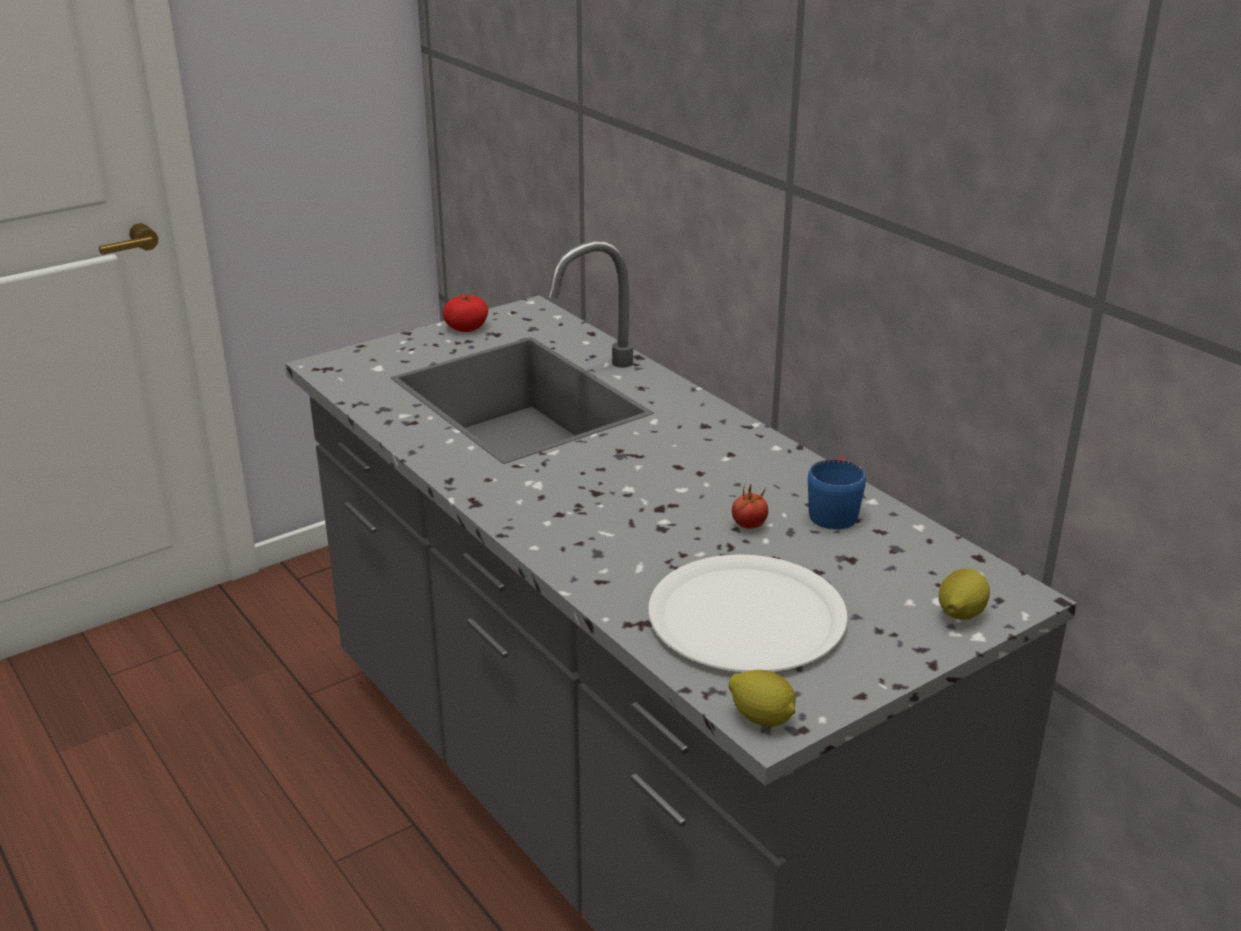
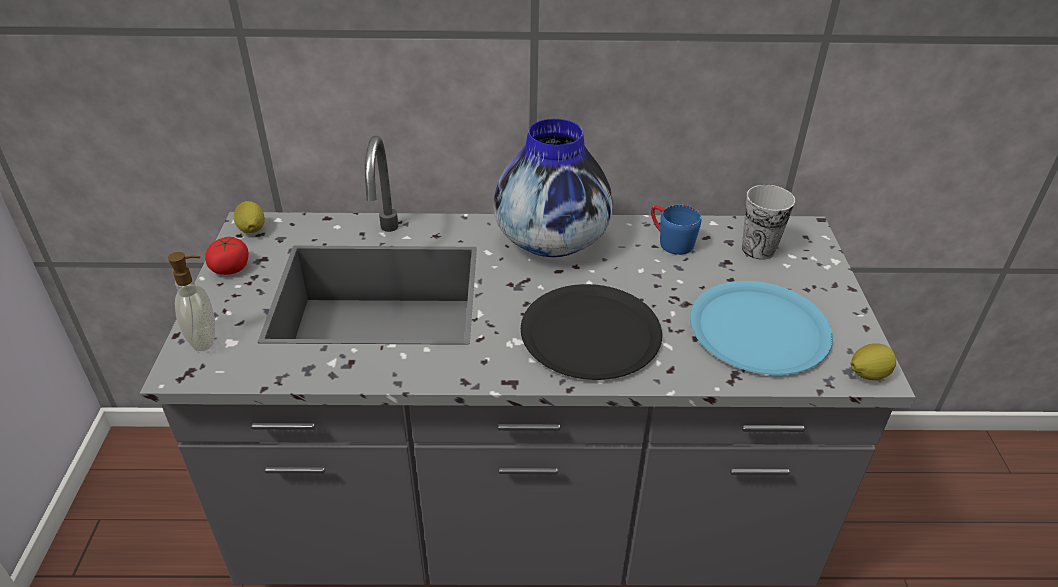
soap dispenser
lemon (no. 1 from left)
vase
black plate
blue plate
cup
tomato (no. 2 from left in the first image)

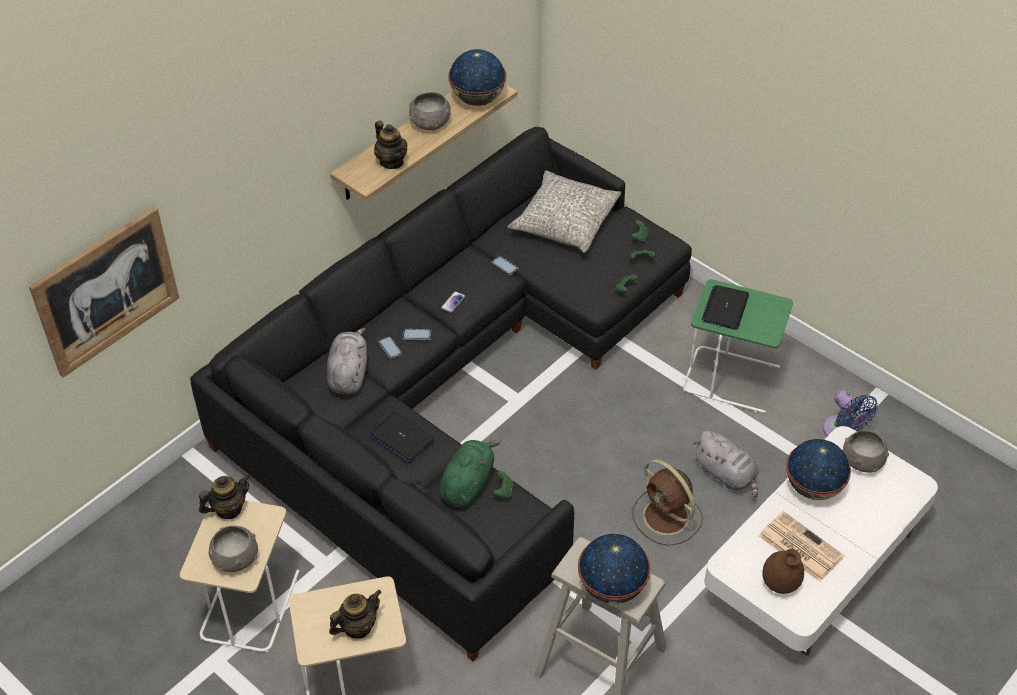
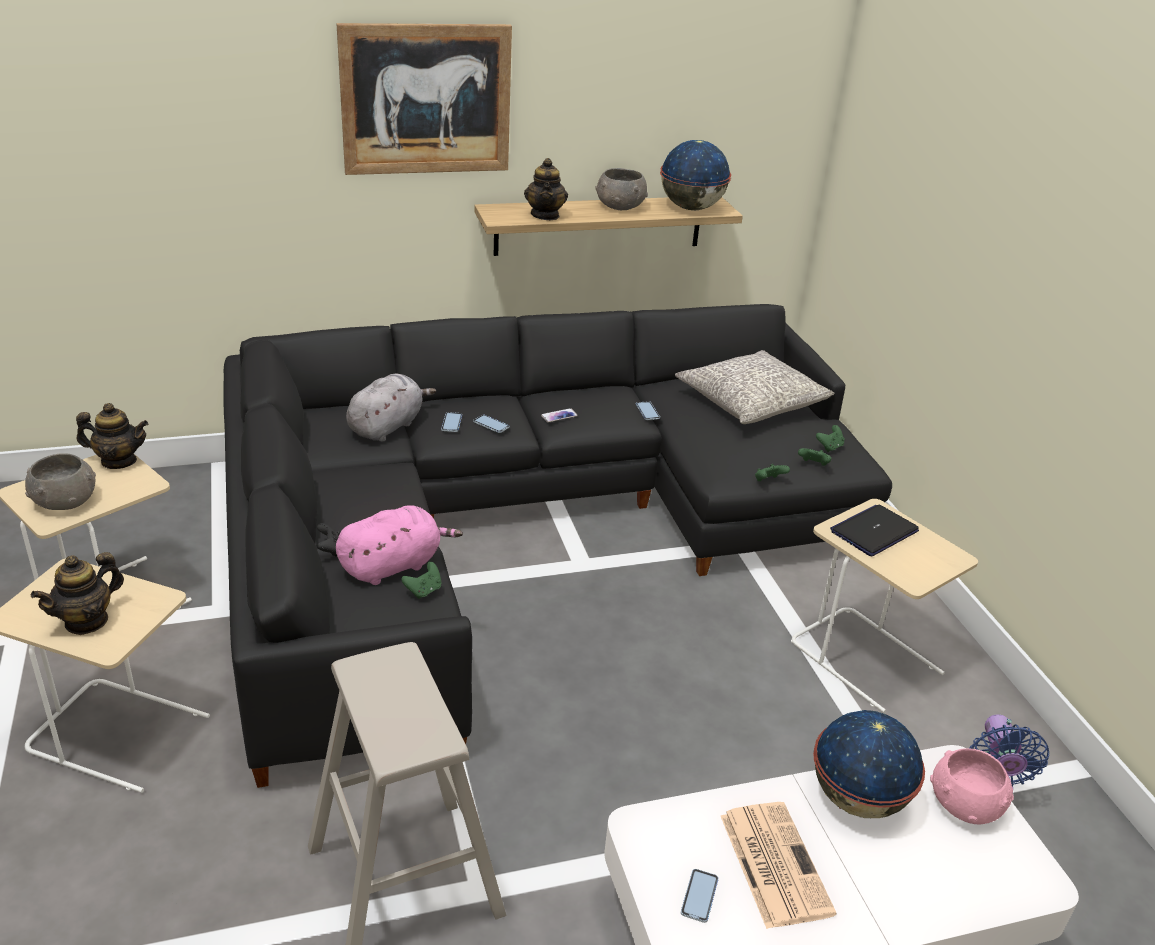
teapot (no. 1 from left)
picture
pink plush toy
phone (no. 5 from left)
beige side table (no. 3 from left)
pink bowl
laptop (no. 1 from left in the first image)
globe (no. 2 from left in the first image)
brown fan
grey plush toy (no. 2 from left in the first image)

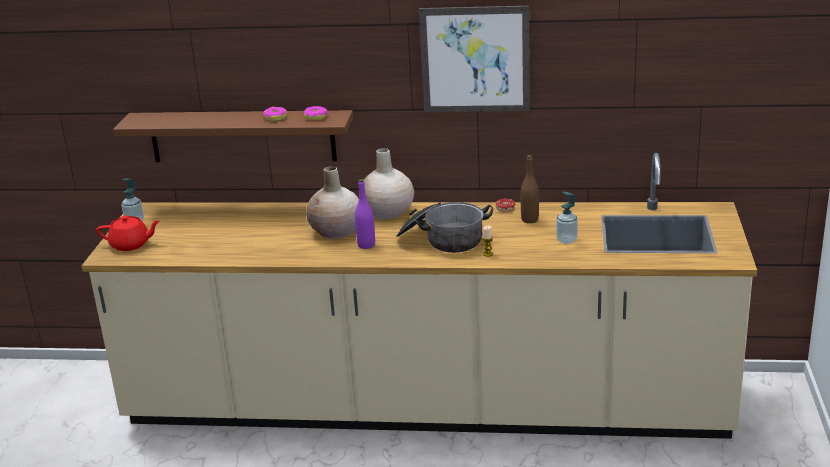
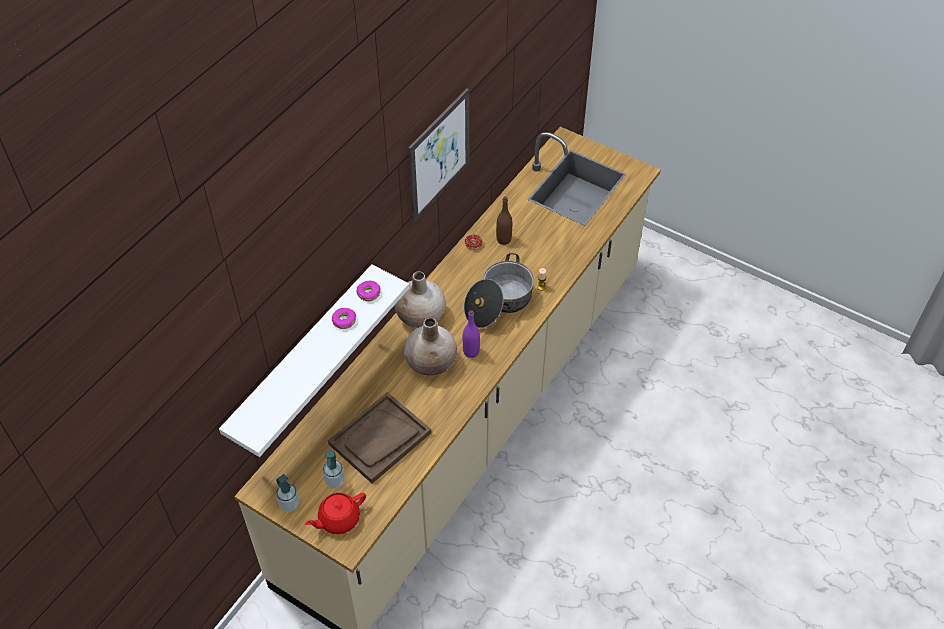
white shelf
red teapot
soap dispenser (no. 2 from left)
brown tray

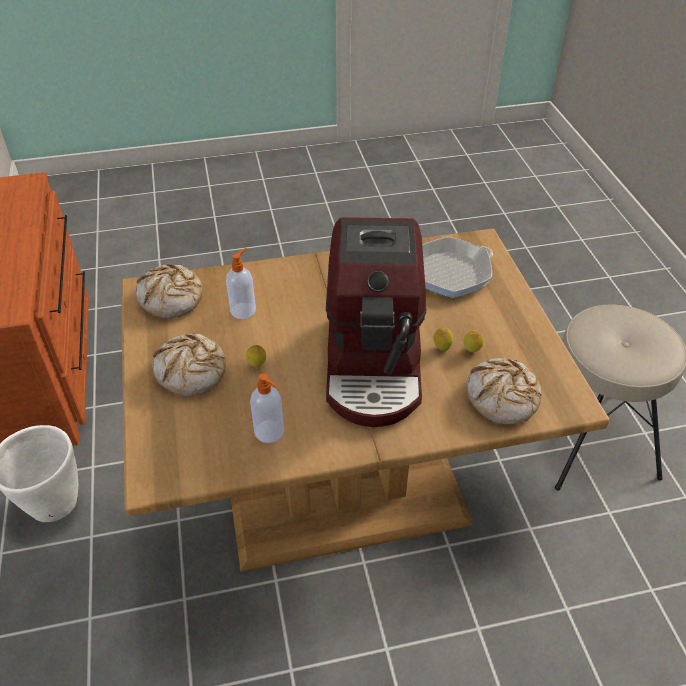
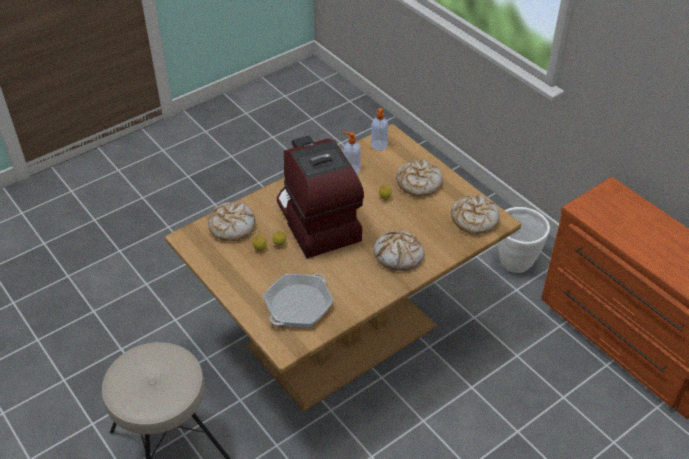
soap dispenser (no. 2 from left)
bread (no. 2 from left)

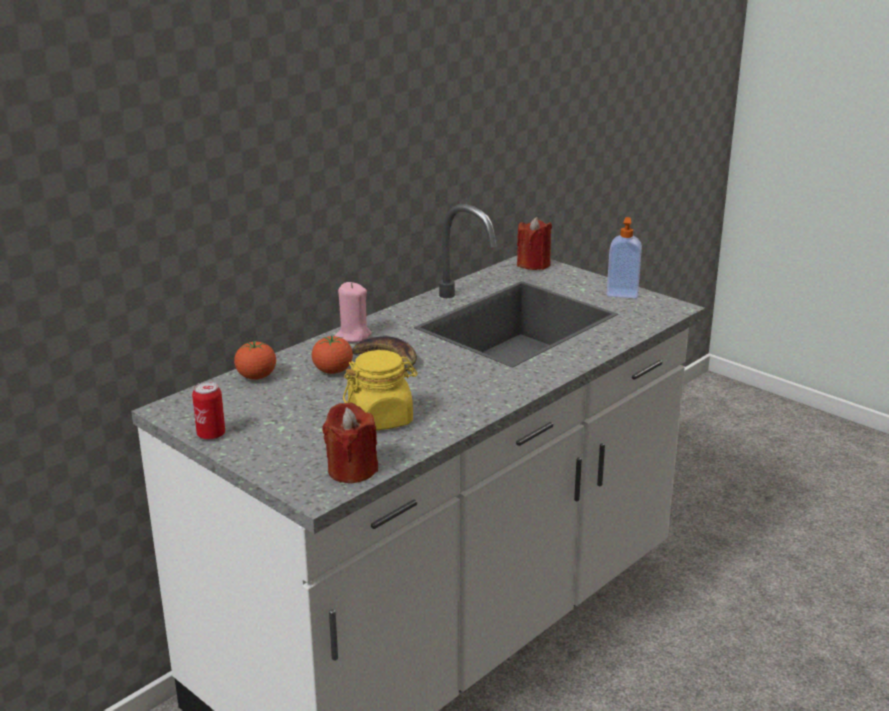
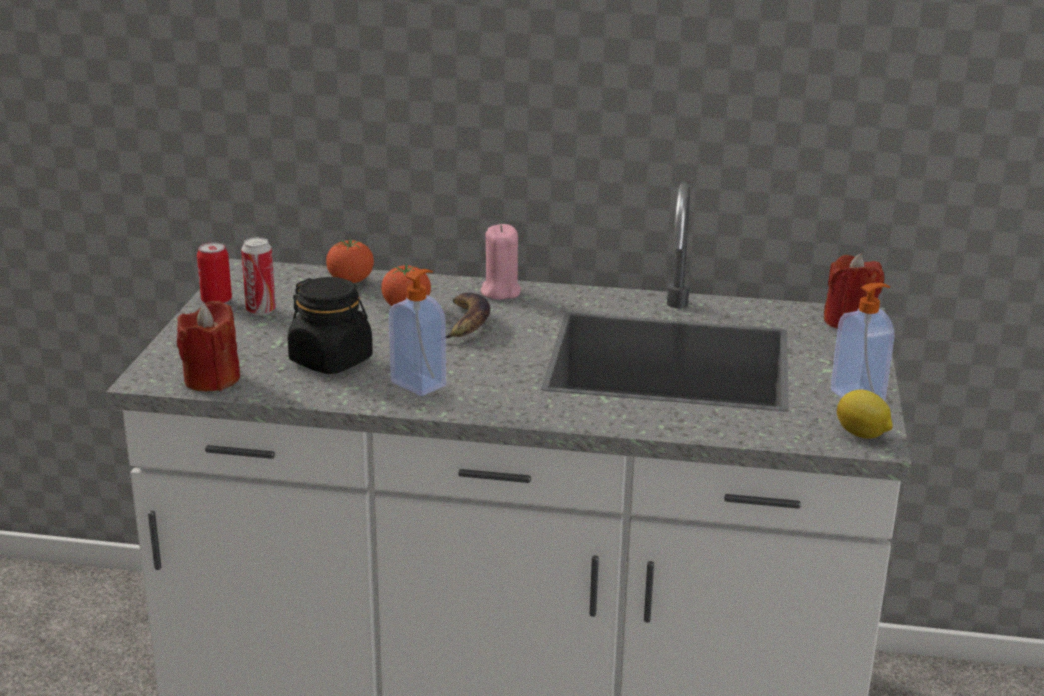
can (no. 2 from left)
black jar
soap dispenser (no. 1 from left)
lemon

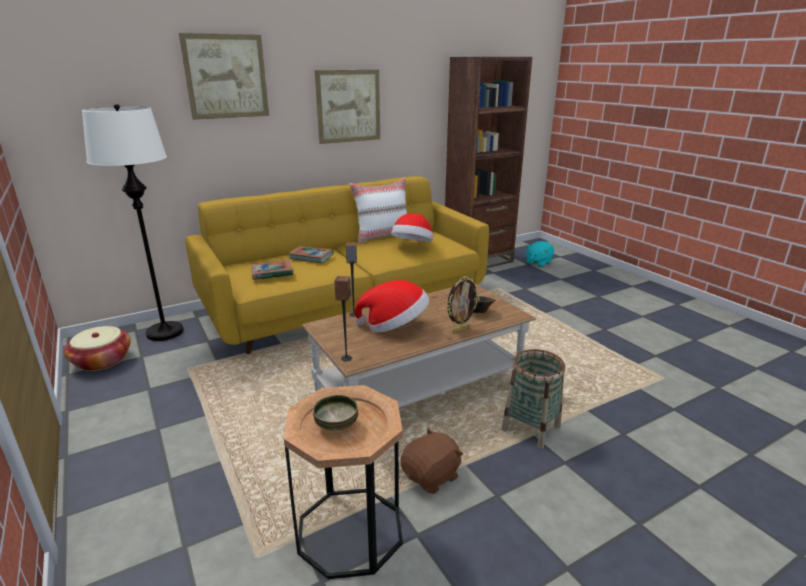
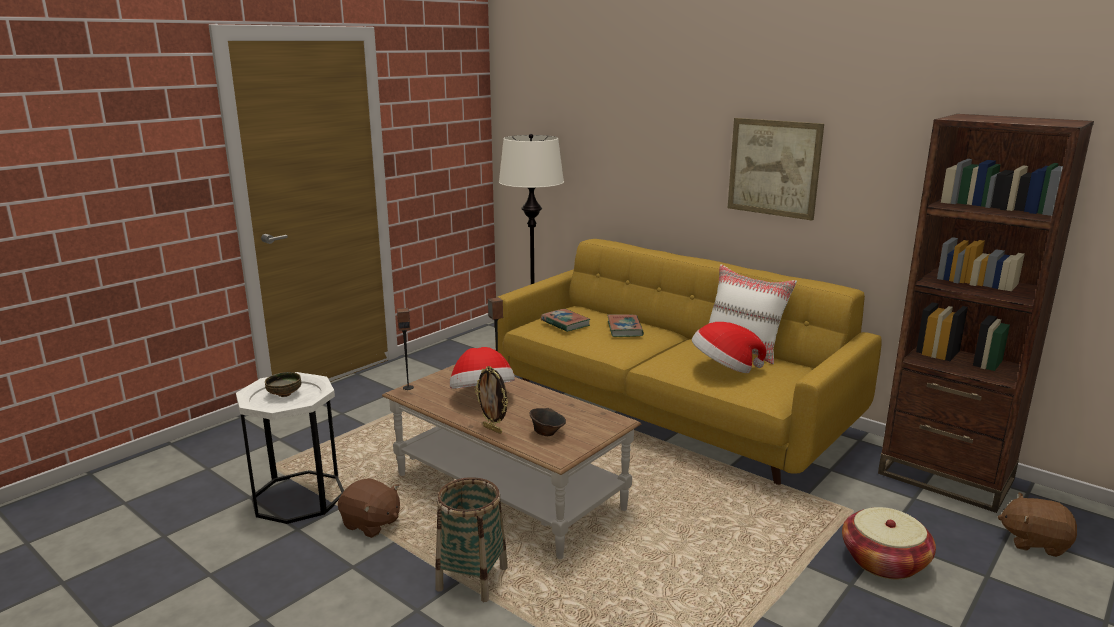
white side table
basket (no. 2 from left)
brown plush toy (no. 2 from left)
picture (no. 1 from left in the first image)

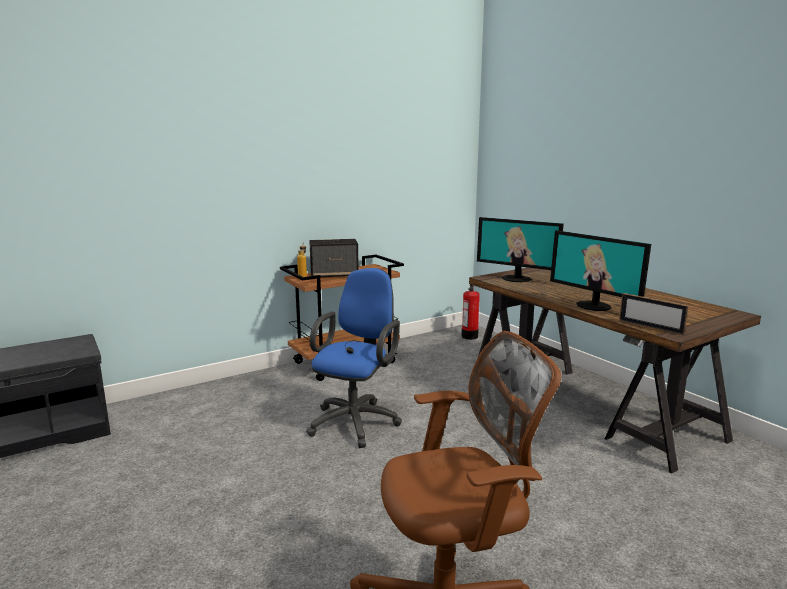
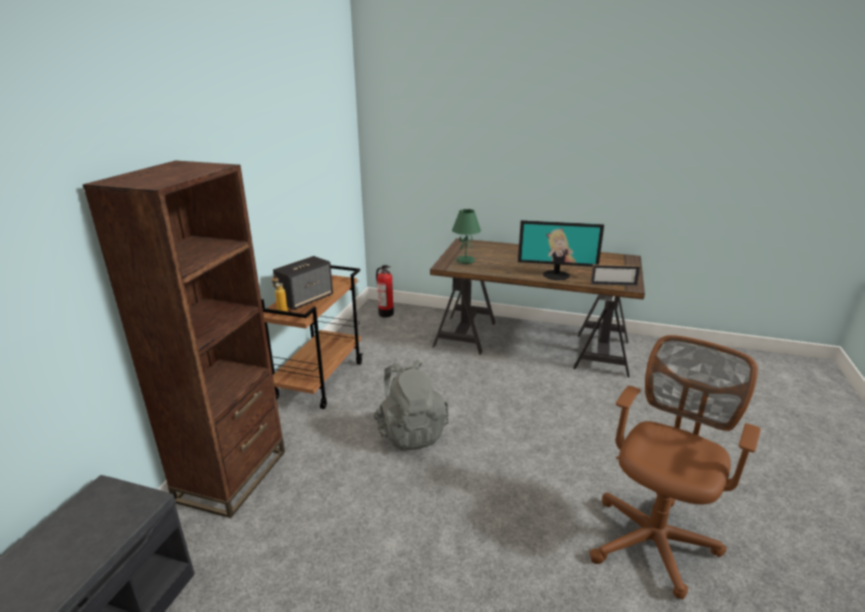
brown bookcase
grey backpack
green table lamp

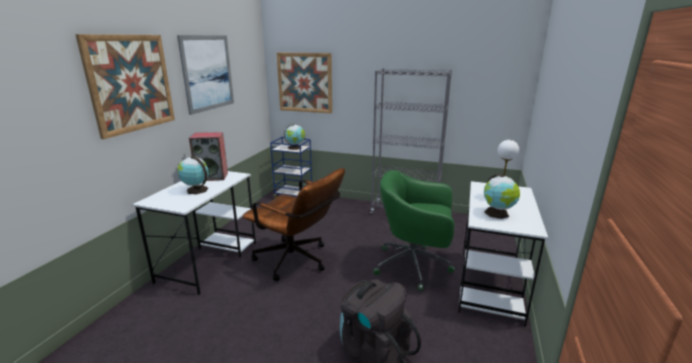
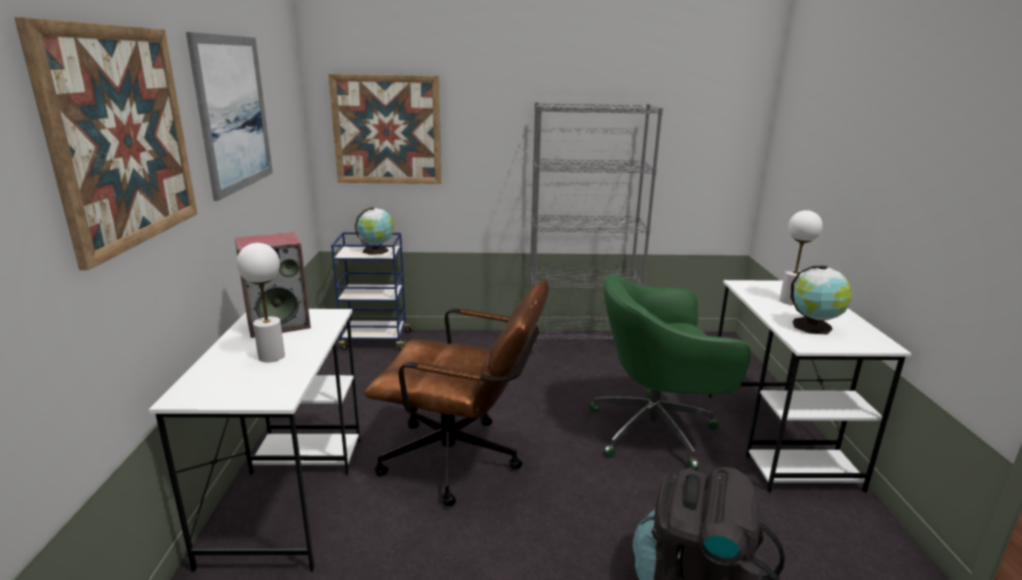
white table lamp (no. 1 from left)

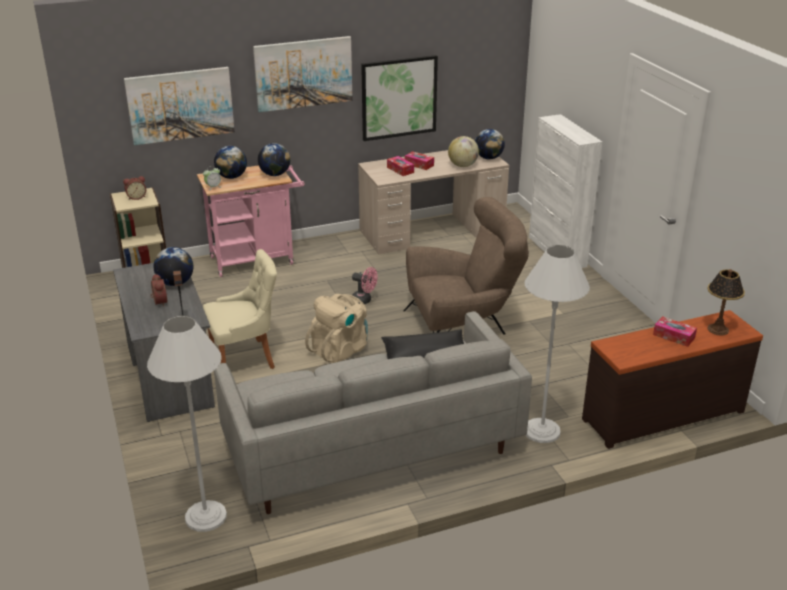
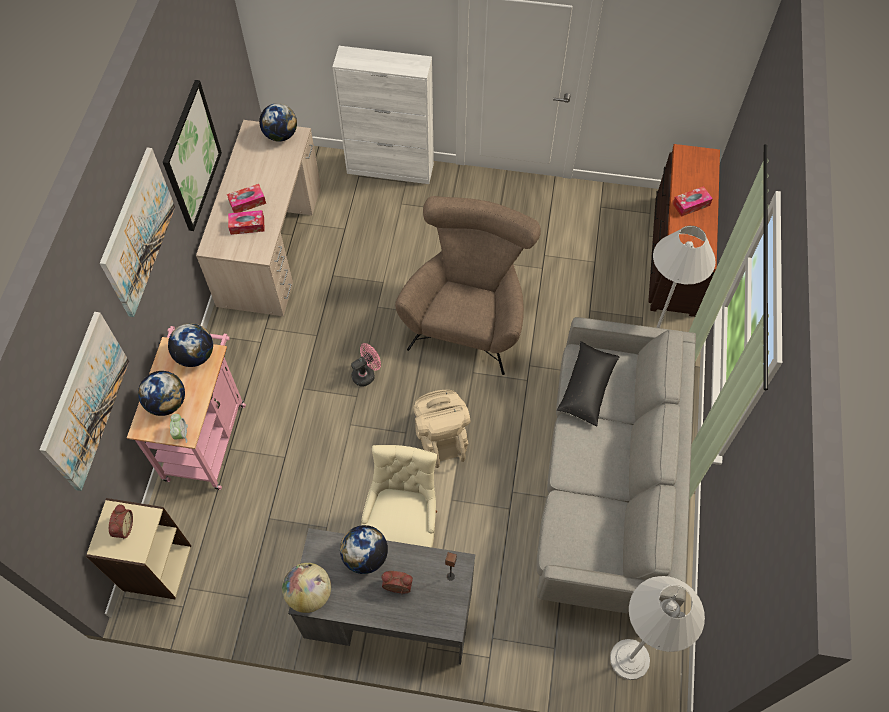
globe (no. 4 from left)
table lamp

